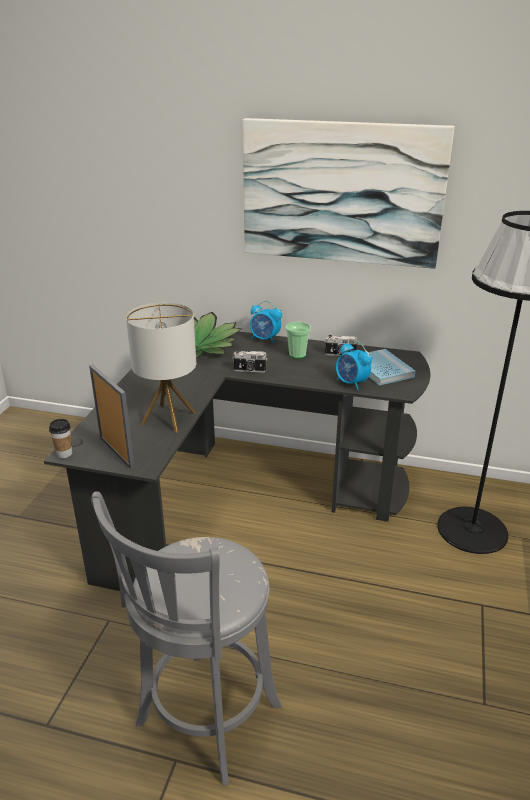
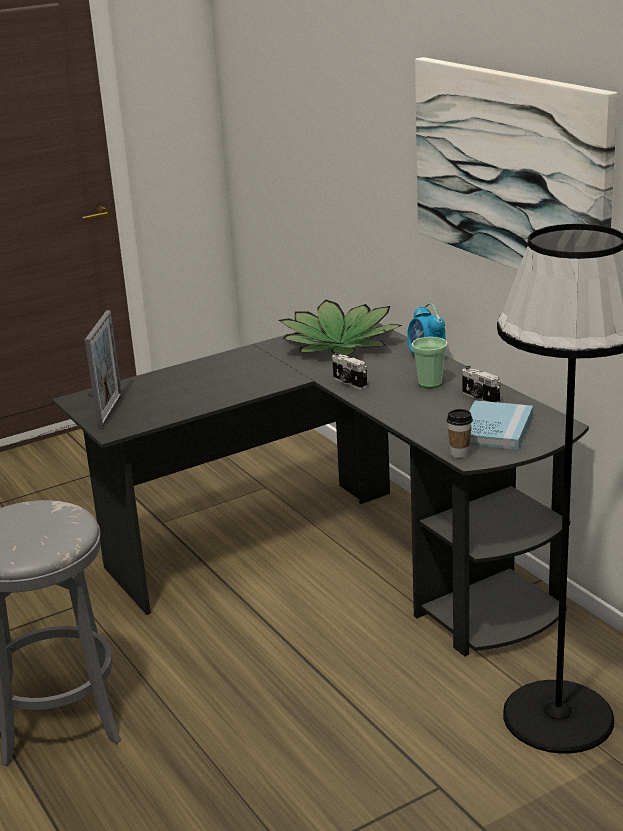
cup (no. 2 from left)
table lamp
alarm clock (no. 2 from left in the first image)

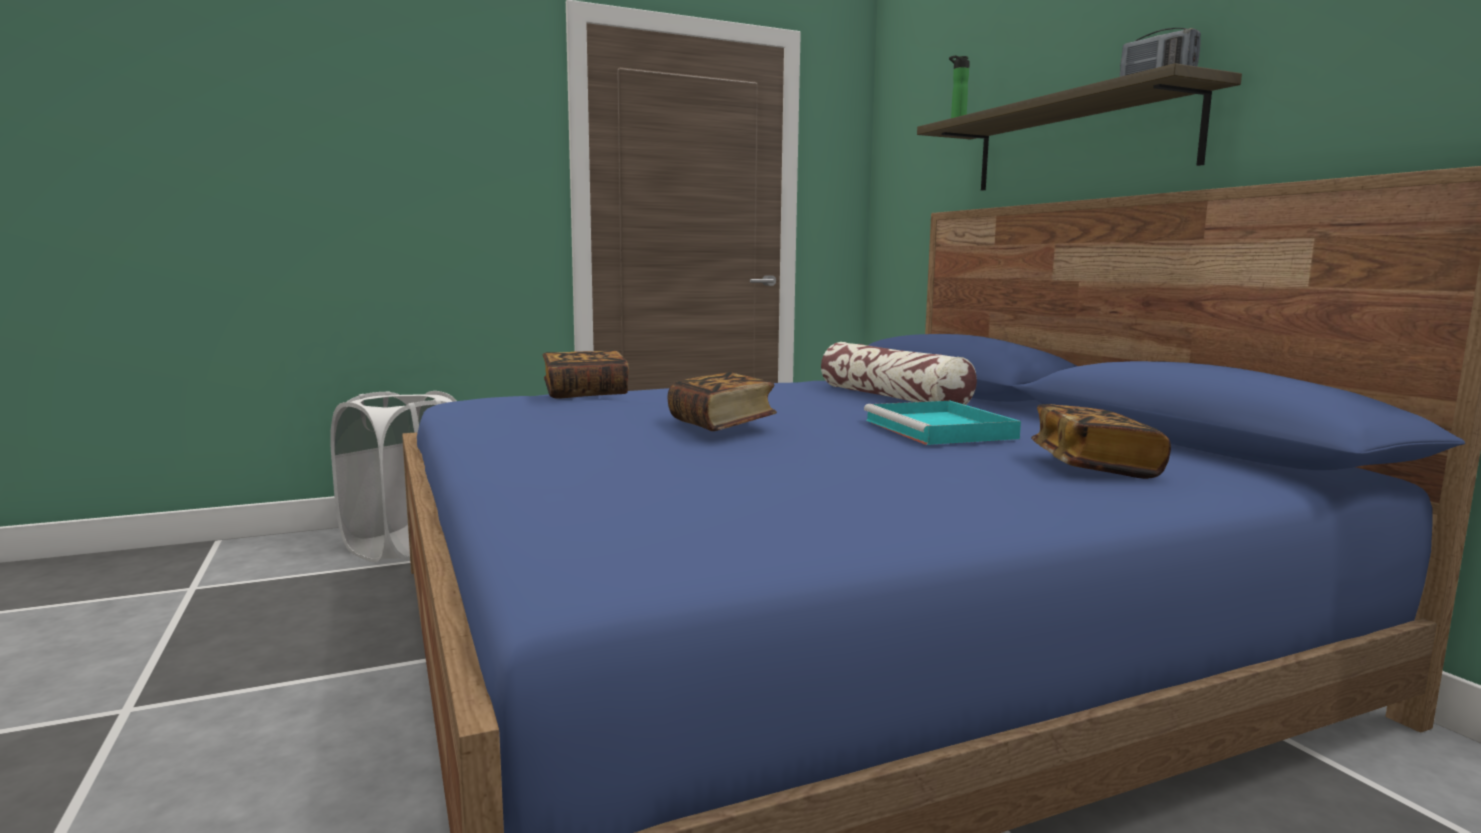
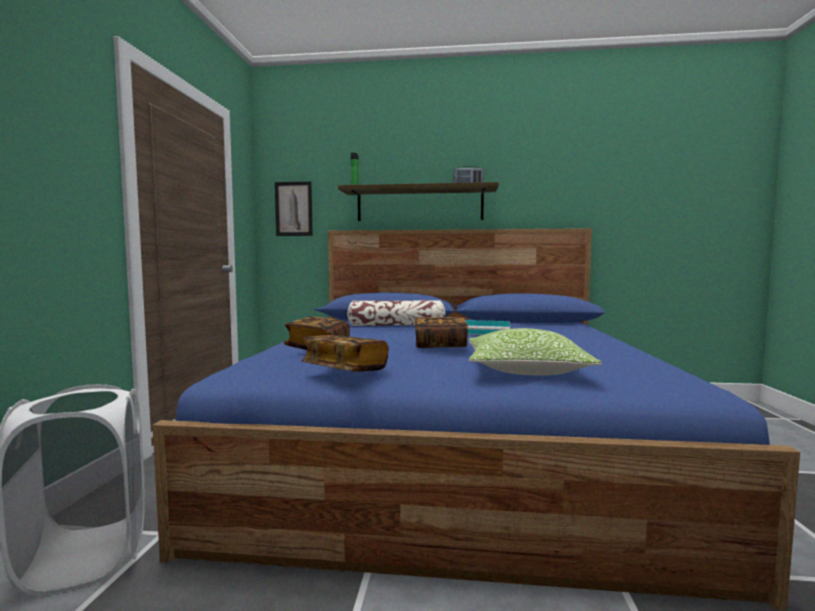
picture
book (no. 2 from left)
pillow (no. 2 from left)

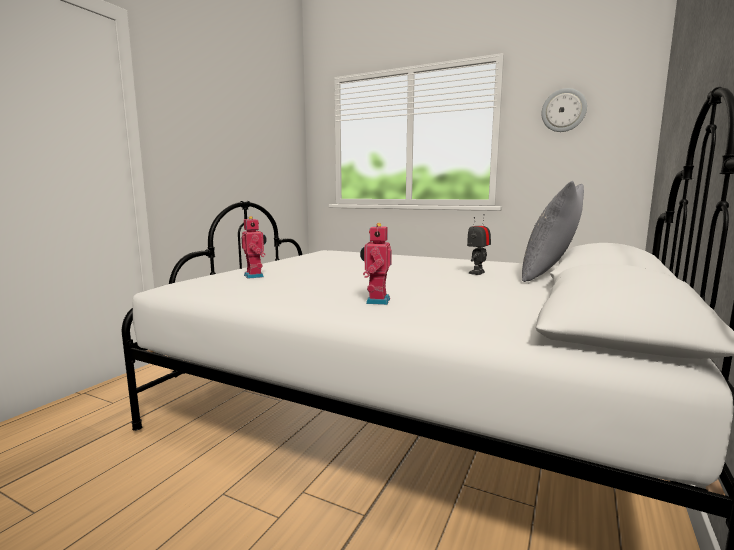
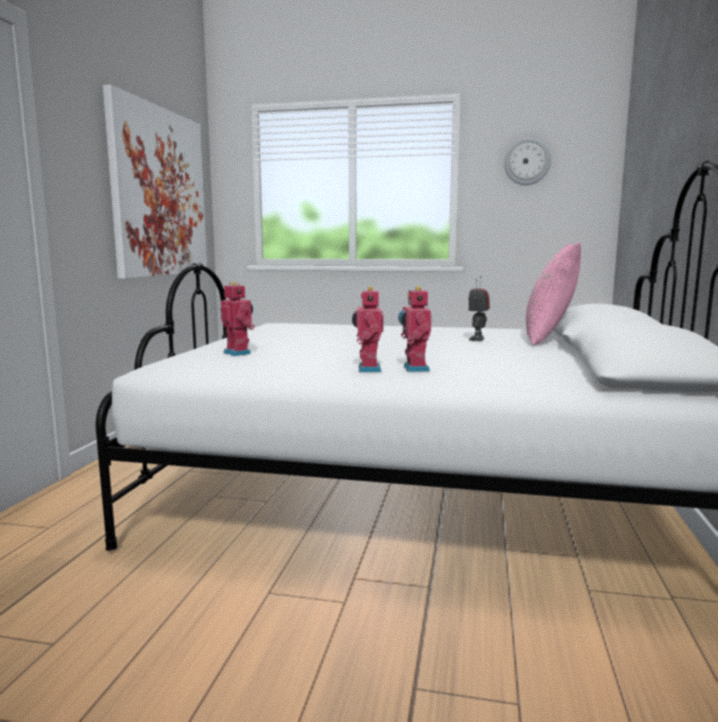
picture
toy robot (no. 2 from left)
pink pillow

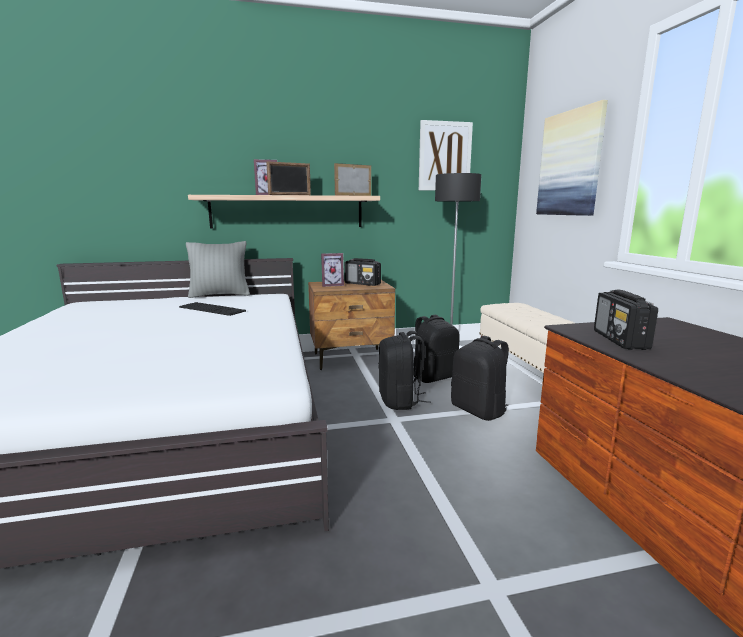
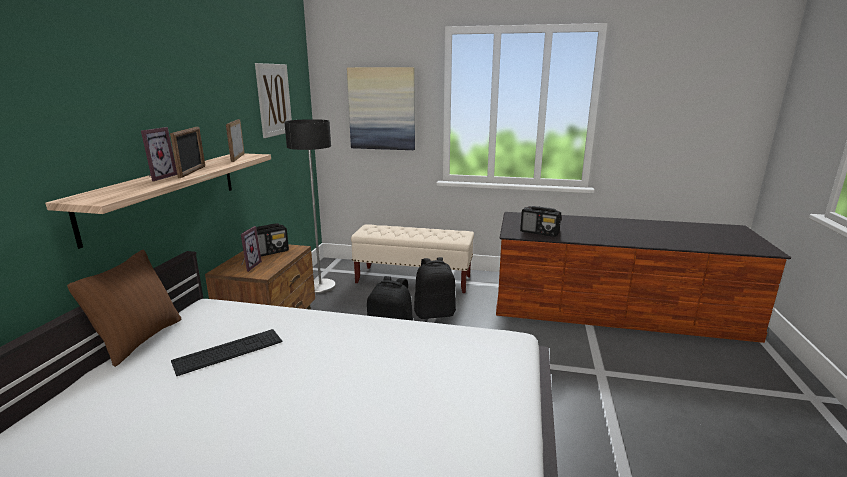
brown pillow
black backpack (no. 2 from left in the first image)

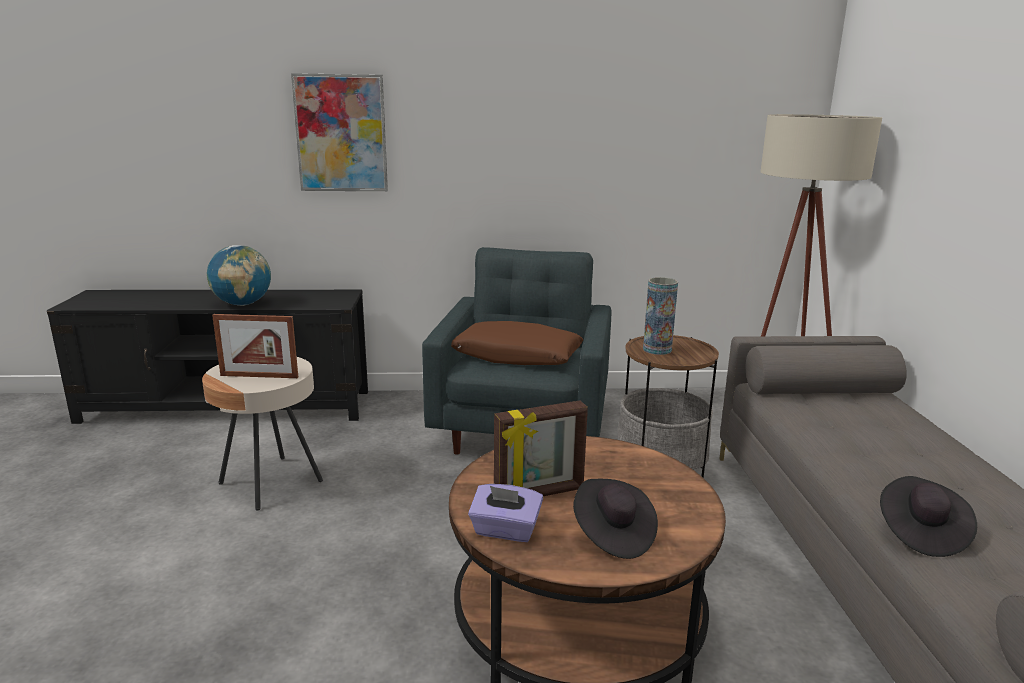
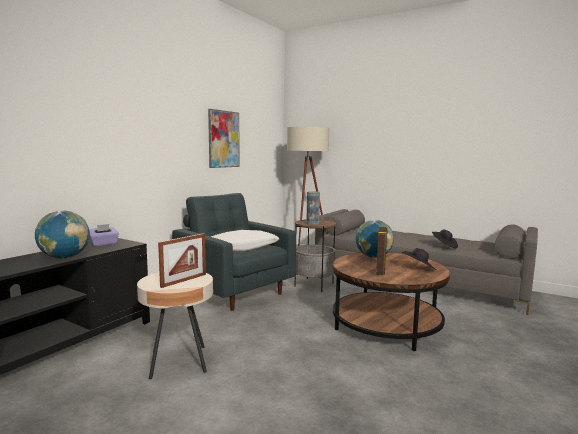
purple tissue box
picture
white pillow
globe (no. 2 from left)

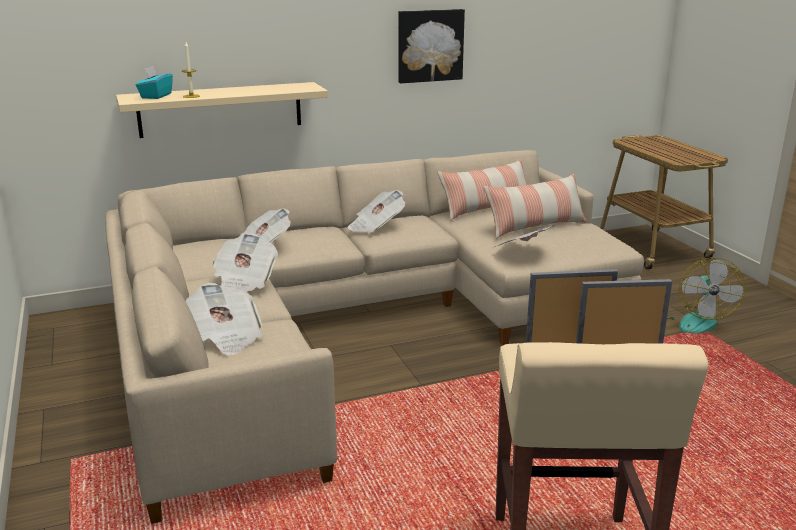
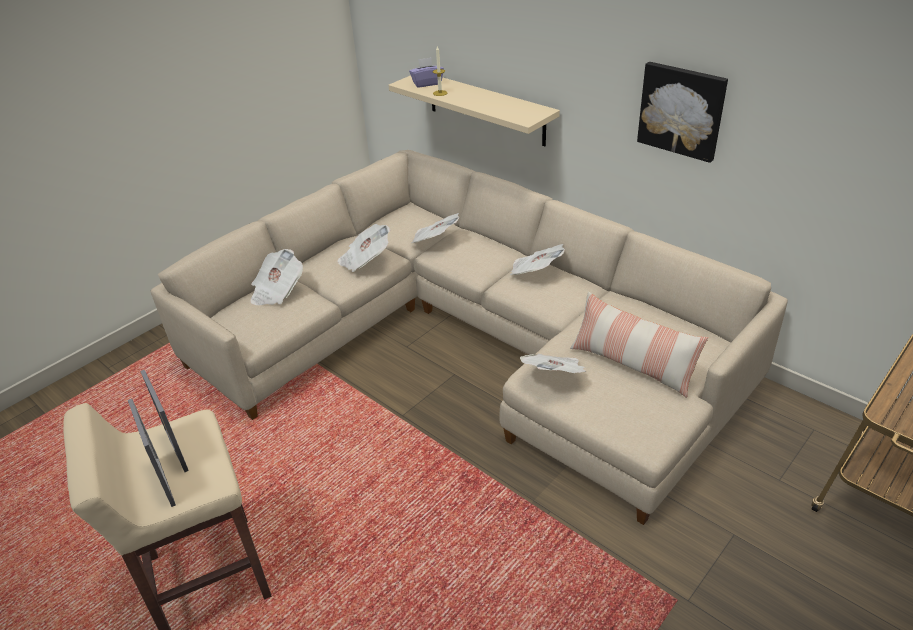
purple tissue box
pillow (no. 1 from left in the first image)
fan

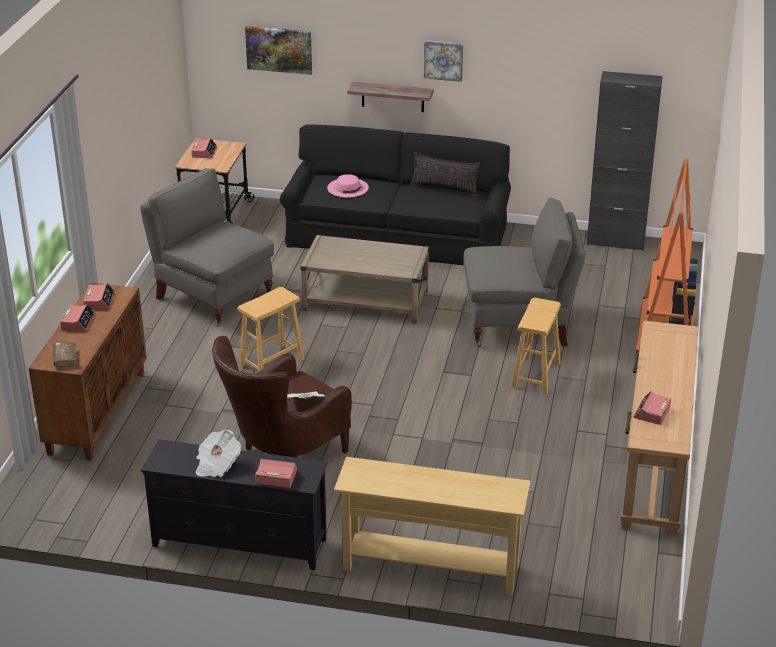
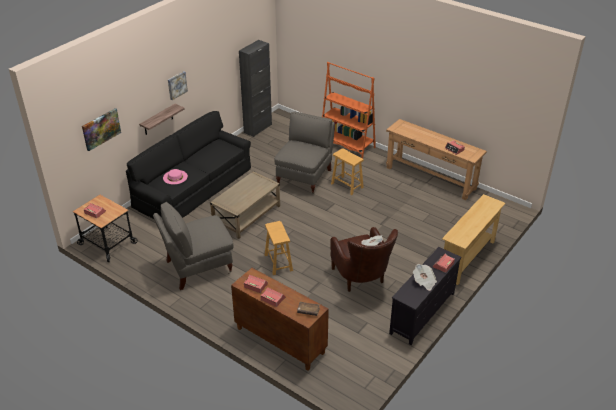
pillow

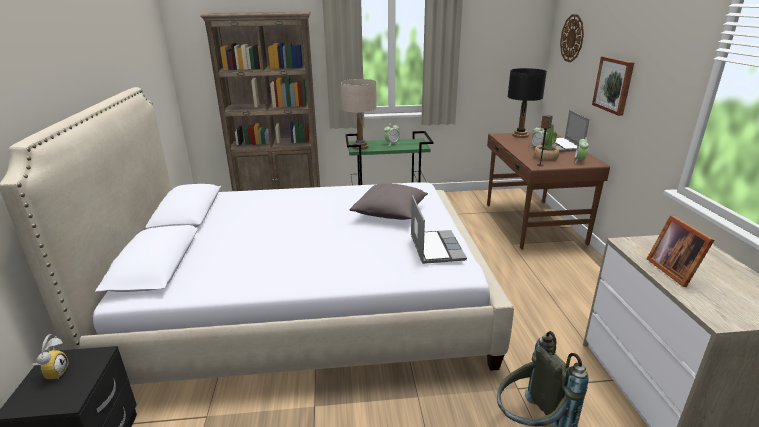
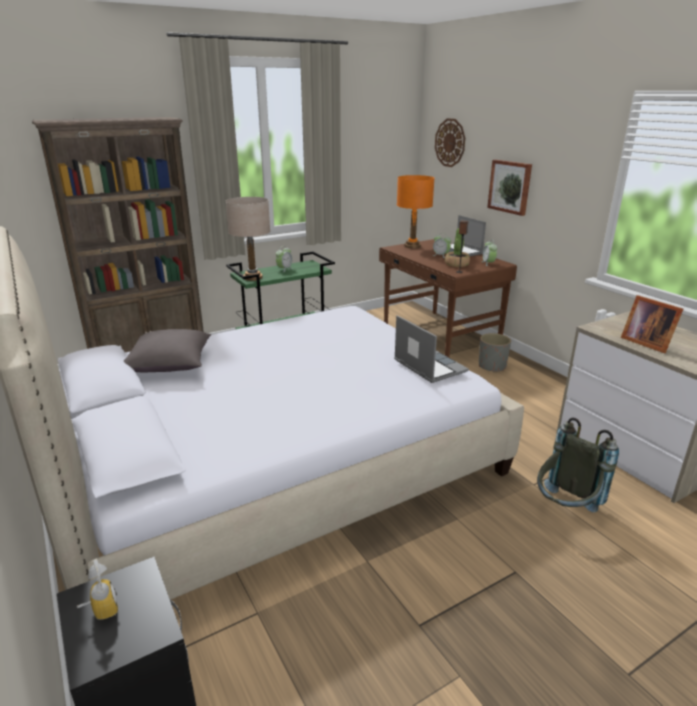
grey pillow
orange table lamp
grey planter

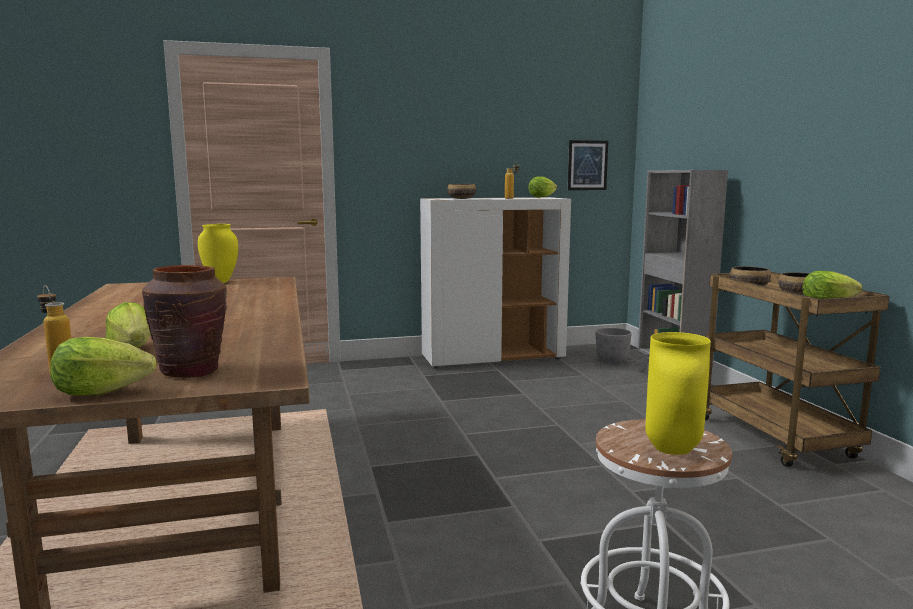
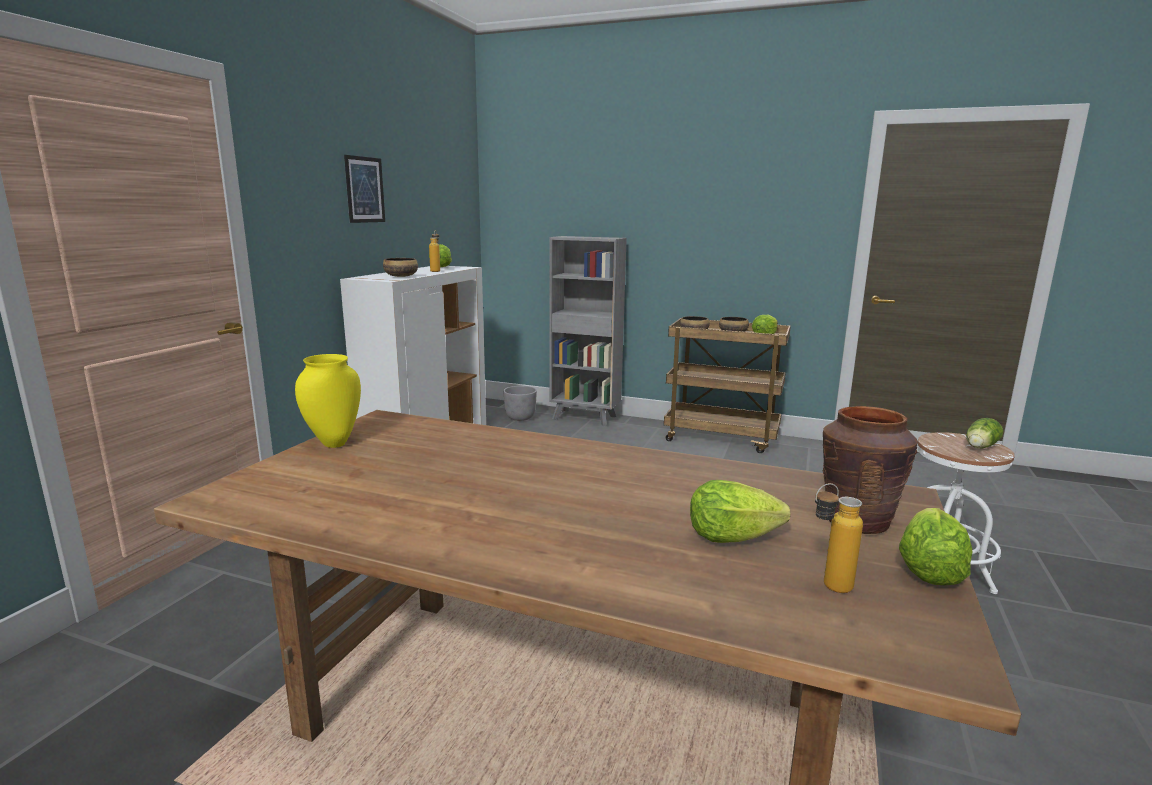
picture
lettuce (no. 5 from left)

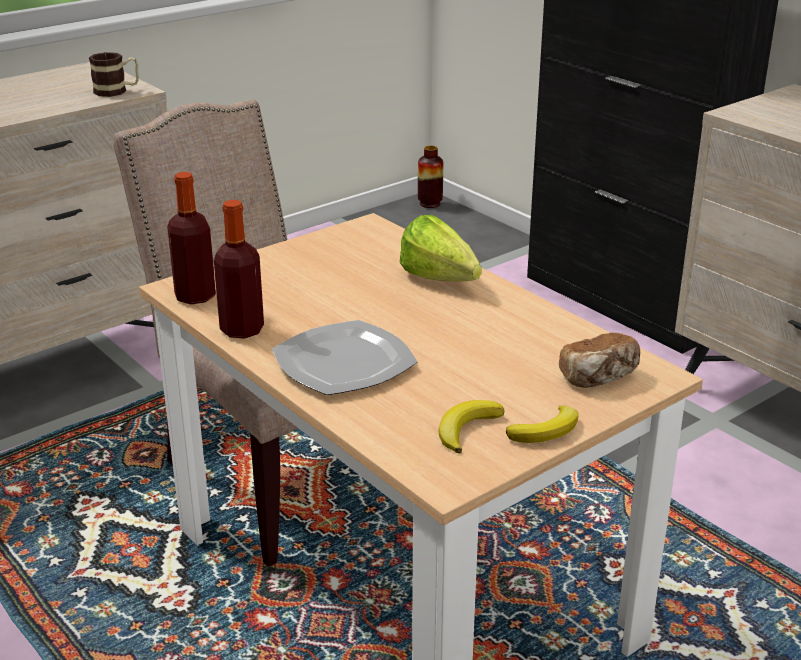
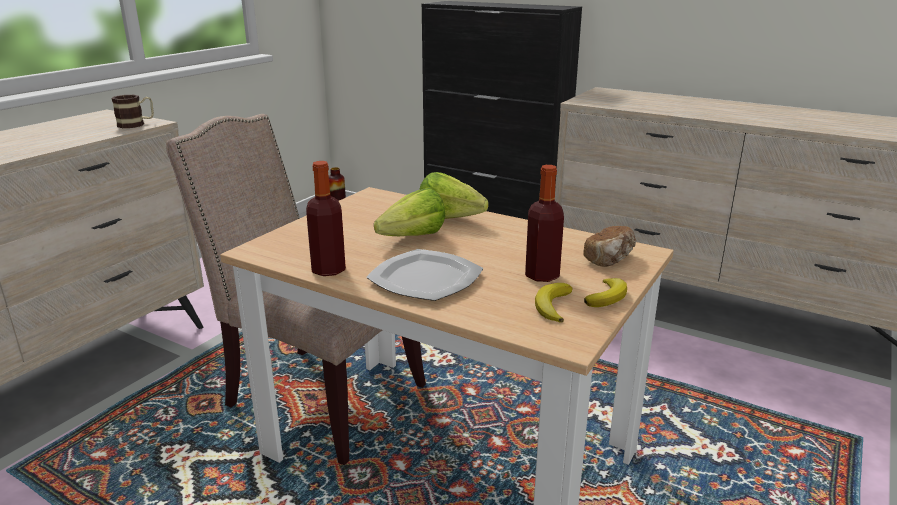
lettuce (no. 1 from left)
bottle (no. 2 from left)

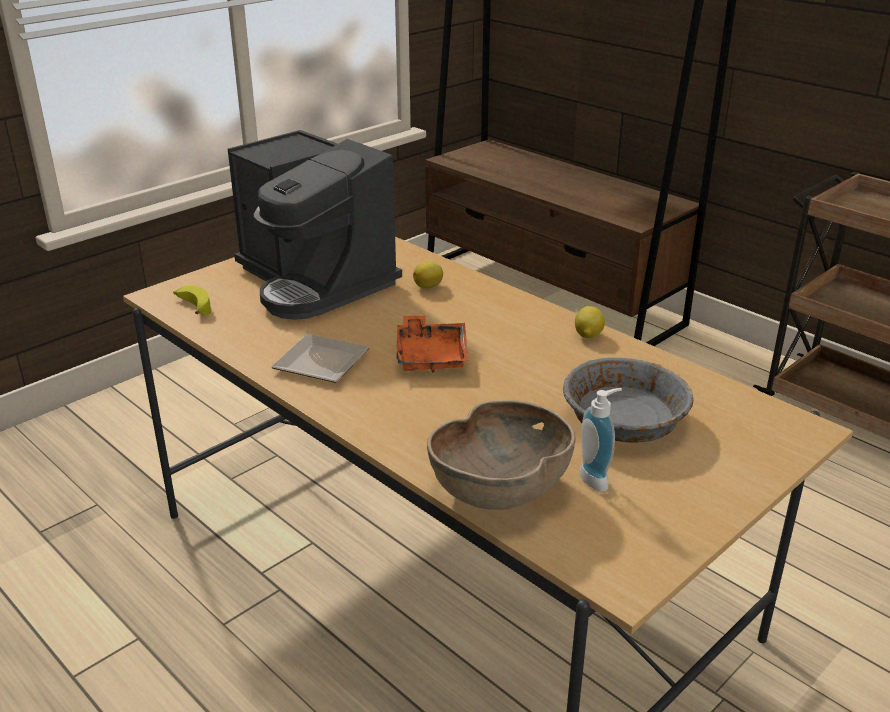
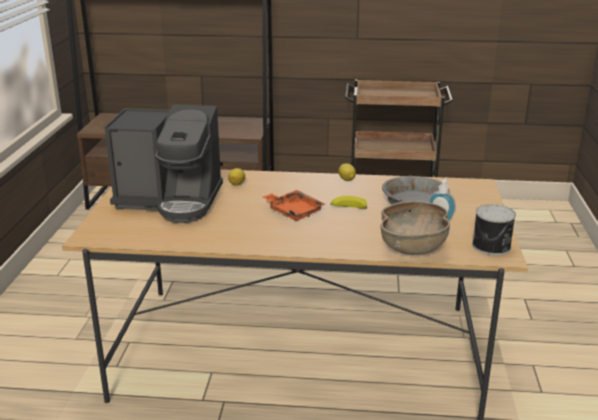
banana
can
plate

